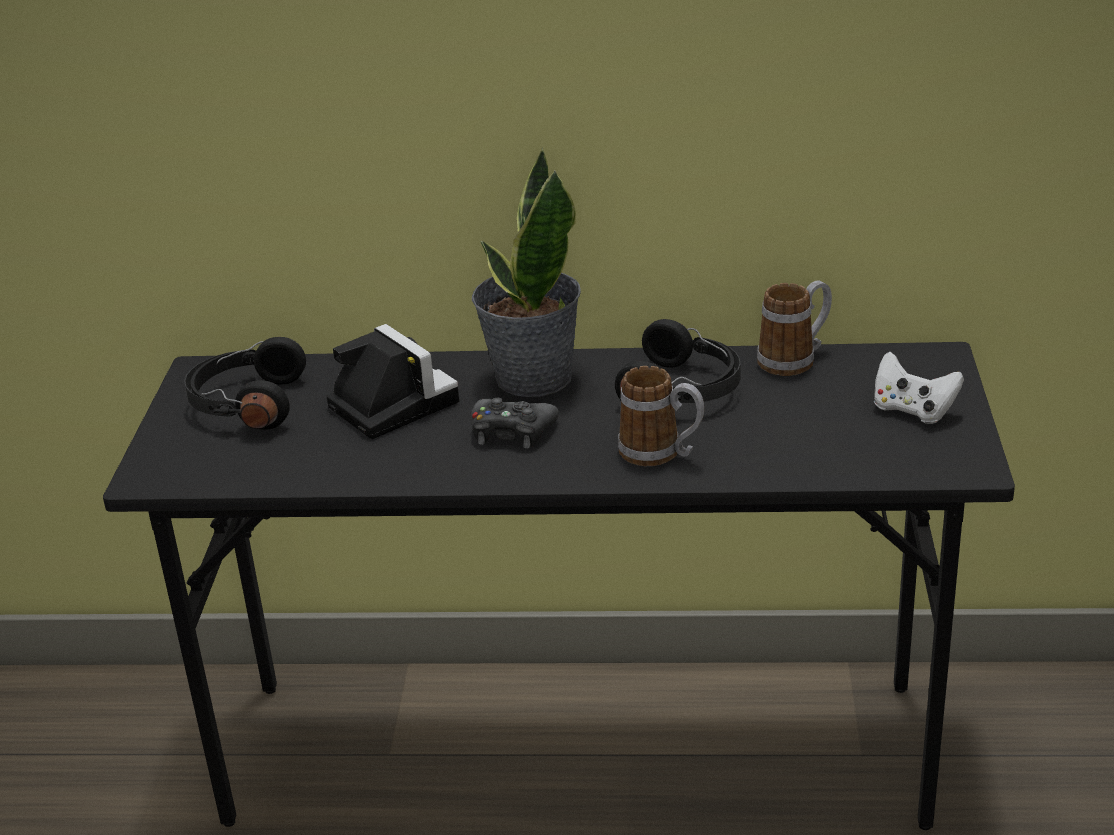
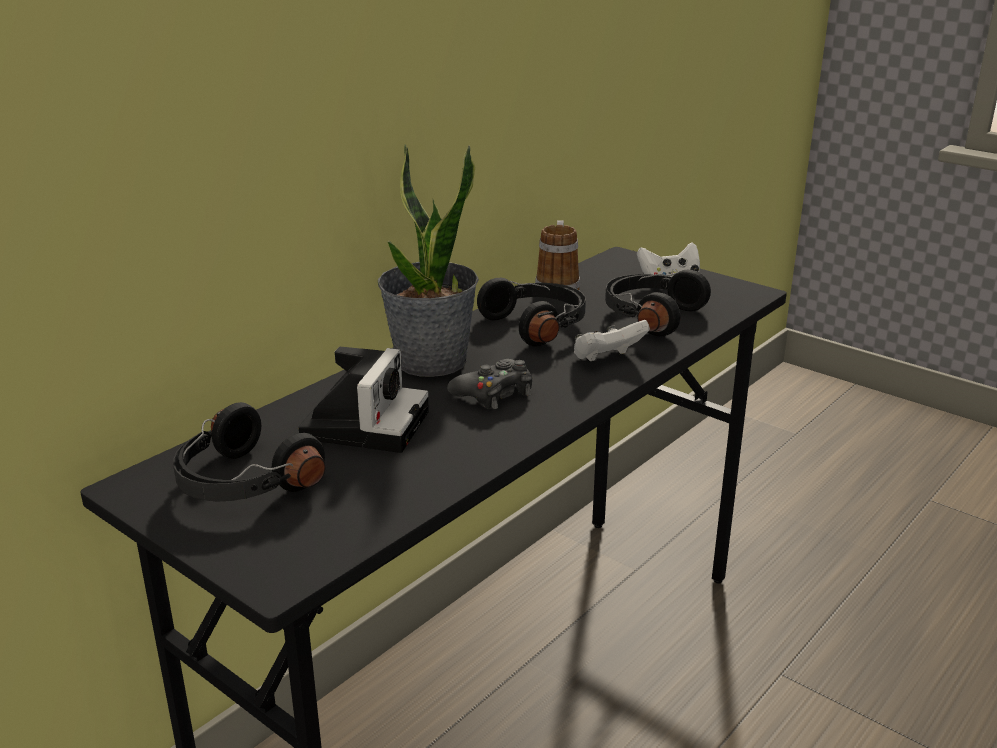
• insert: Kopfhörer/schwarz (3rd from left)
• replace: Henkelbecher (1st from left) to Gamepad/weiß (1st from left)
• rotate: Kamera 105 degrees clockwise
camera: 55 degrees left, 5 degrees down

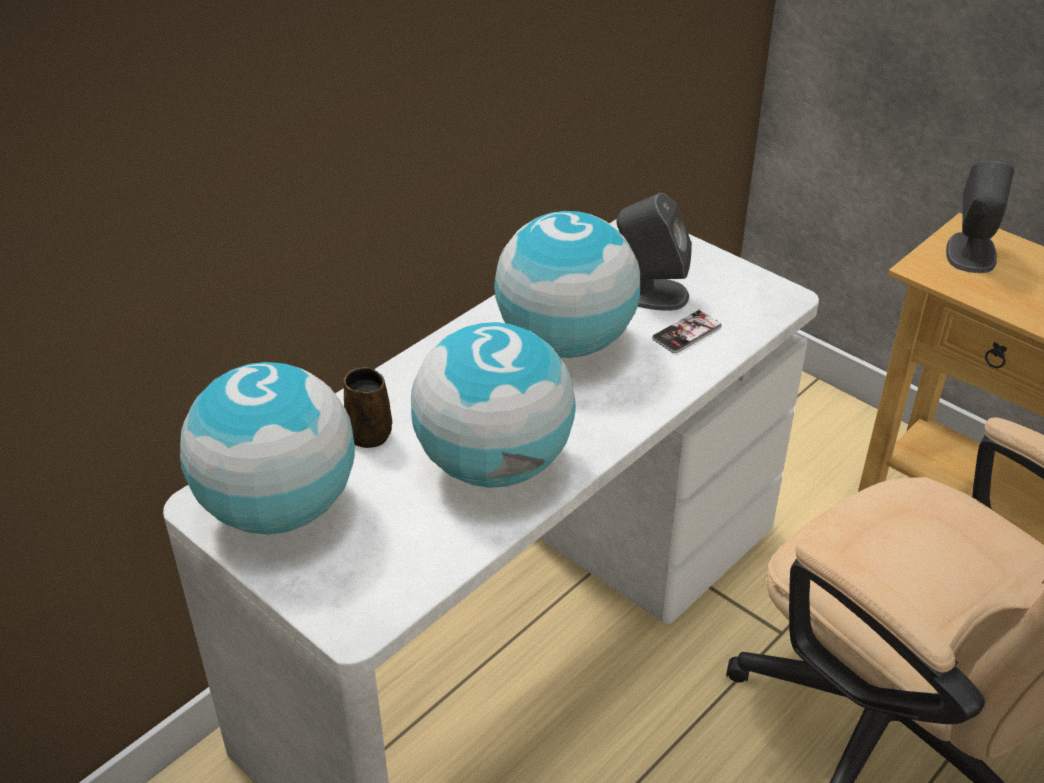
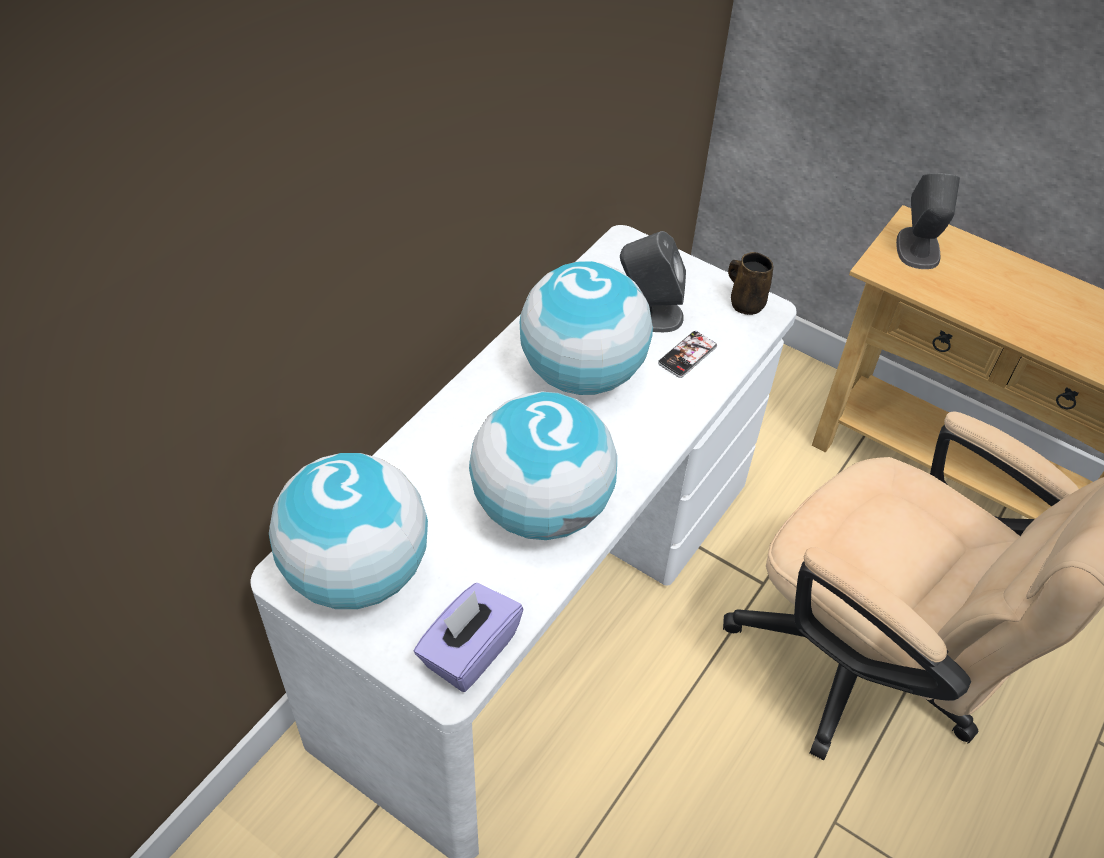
• insert: Taschentuchbox/lila
• move: Henkelbecher/braun
camera: 10 degrees left, 10 degrees up

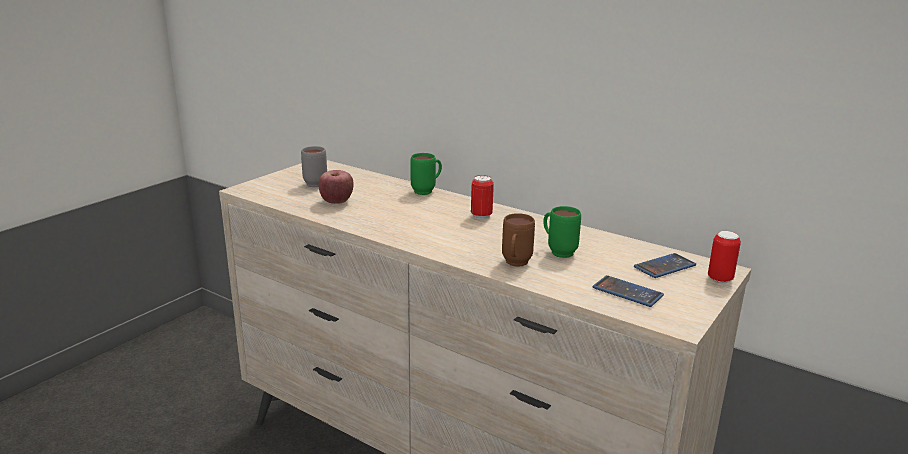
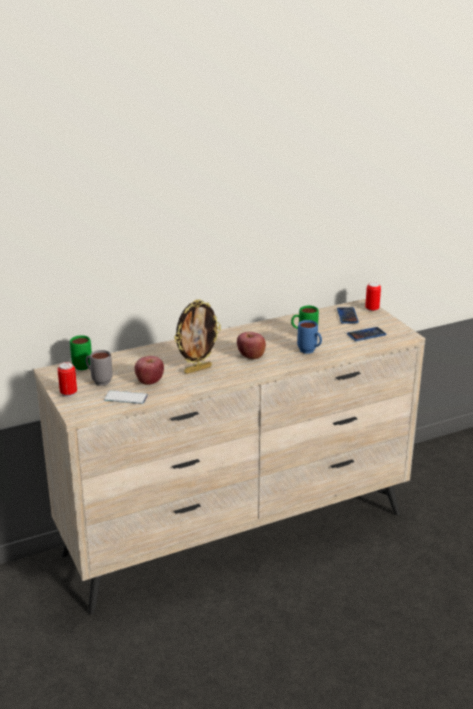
• insert: Handy (1st from left)
• insert: Bilderrahmen
• insert: Apfel (2nd from left)
• move: Henkelbecher/grün (1st from left)
• move: Dose (1st from left)
• recolor: Henkelbecher/braun to Henkelbecher/blau
camera: 60 degrees left, 5 degrees up

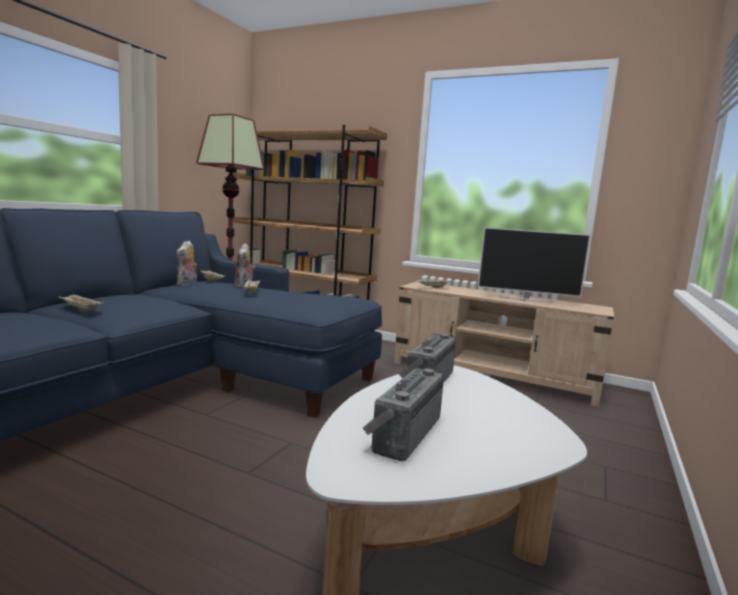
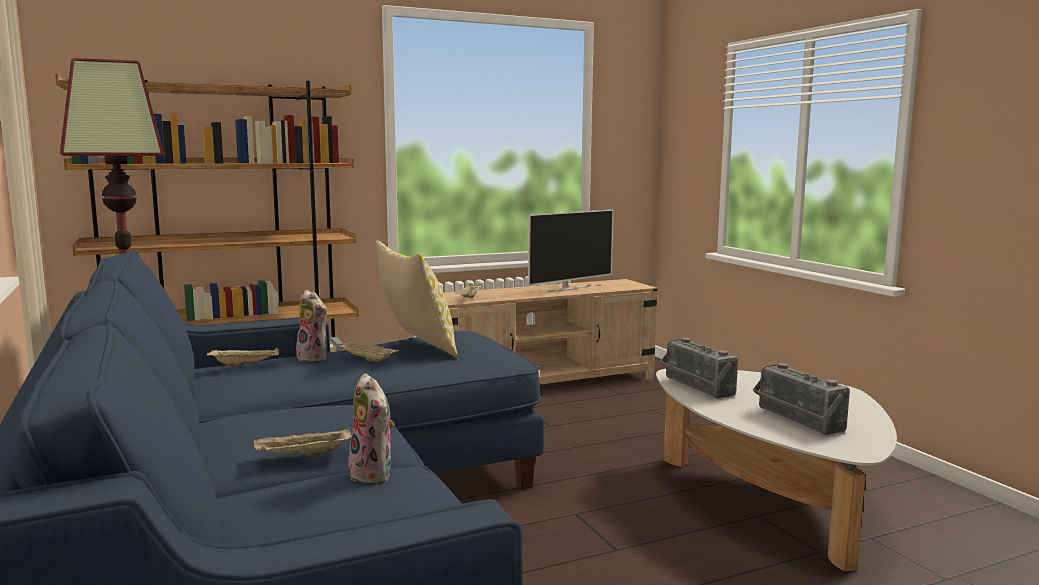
• insert: Kissen
• move: Plüschtier (1st from left in the first image) to Plüschtier (2nd from left)
camera: 50 degrees left, 0 degrees up

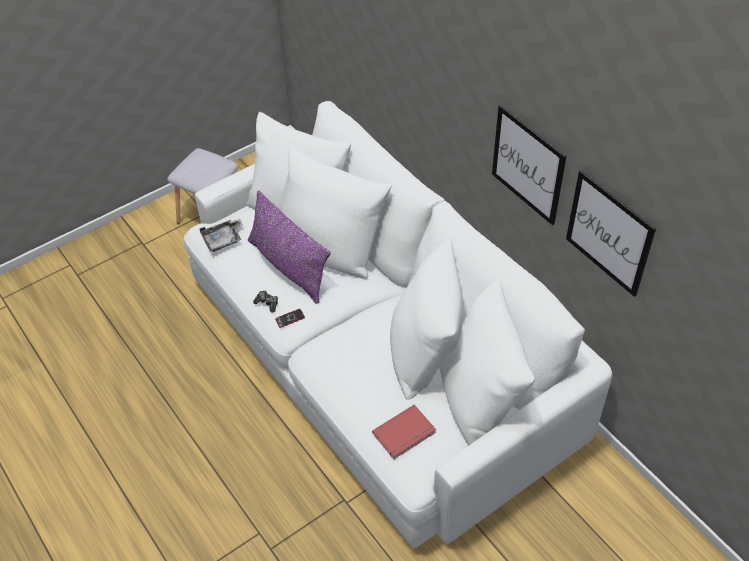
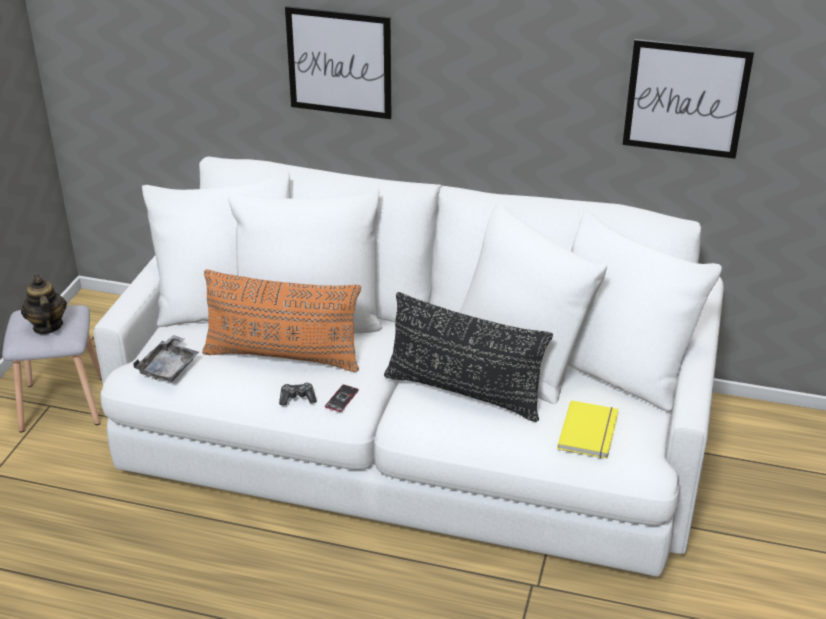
• insert: Teekanne
• insert: Kissen/schwarz
• move: Bild (1st from left)
• recolor: Kissen/lila to Kissen/orange
• recolor: Buch/rot to Buch/gelb
camera: 40 degrees left, 15 degrees down

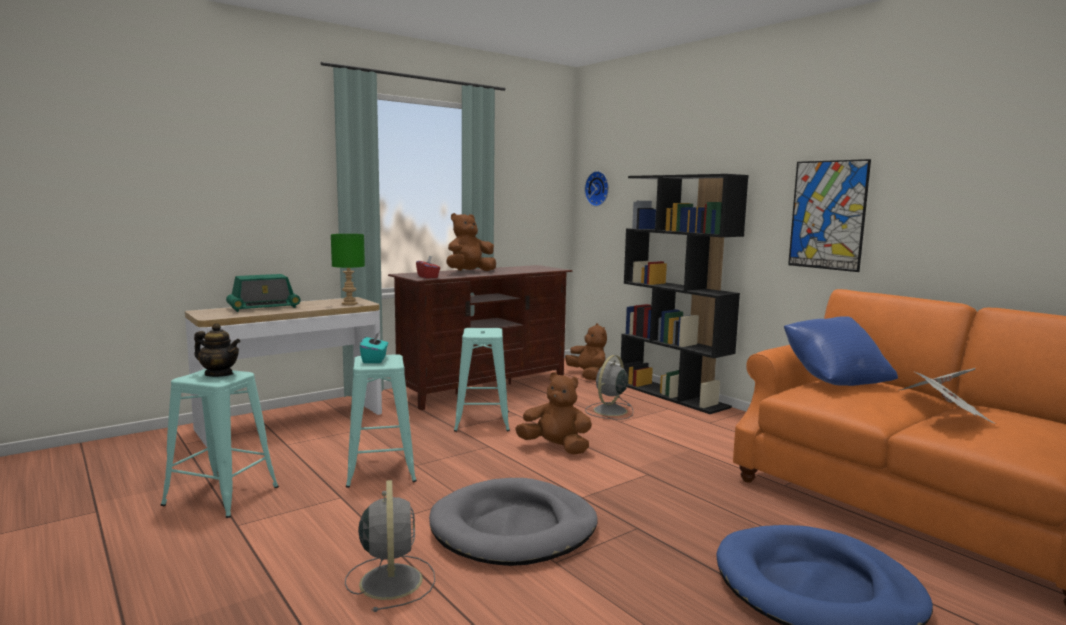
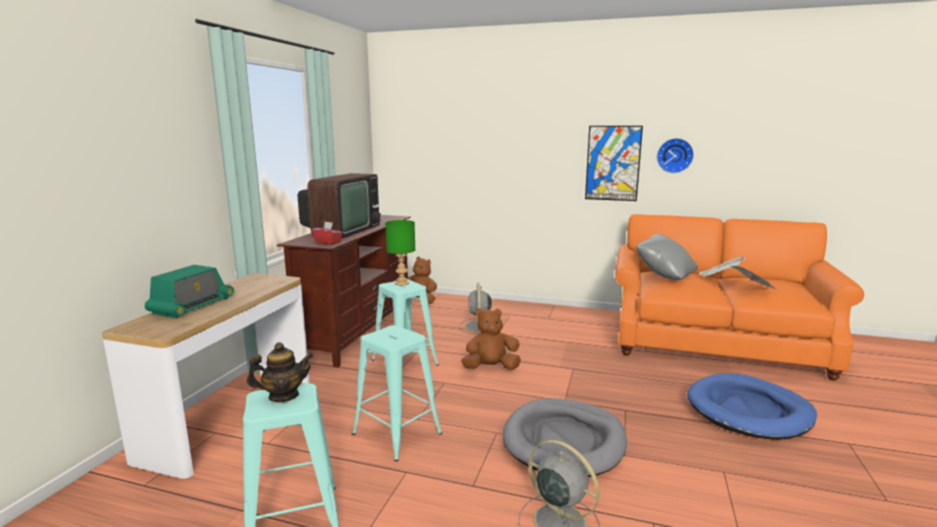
• delete: Taschentuchbox/türkis
• delete: Bücherregal/schwarz
• move: Tischlampe/grün
• move: Wanduhr
• replace: Plüschtier/braun (1st from left) to Fernseher
• recolor: Kissen/blau to Kissen/grau
camera: 35 degrees left, 5 degrees up

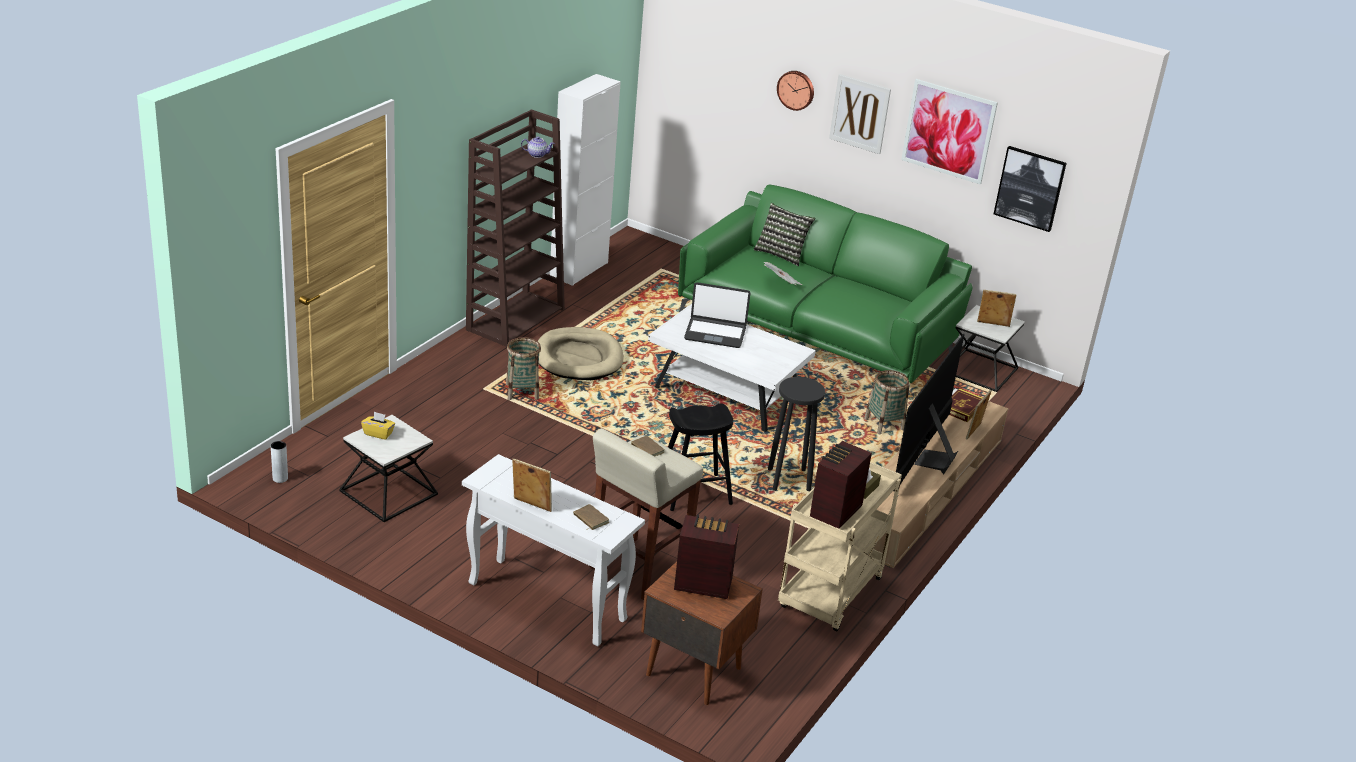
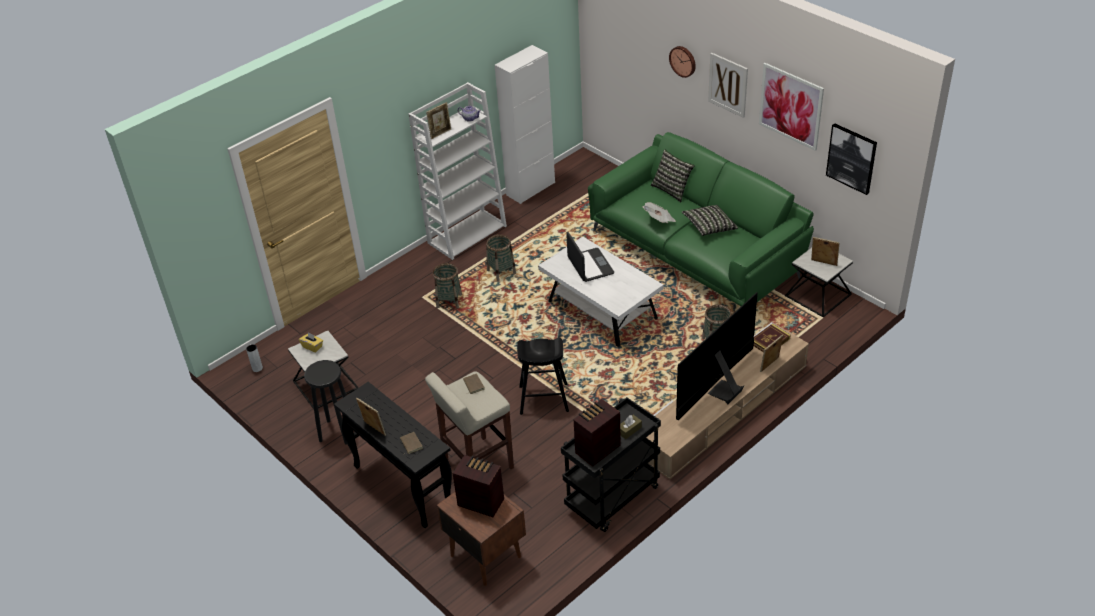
• insert: Bilderrahmen (2nd from left)
• insert: Kissen (2nd from left)
• move: Hocker/schwarz (2nd from left in the first image) to Hocker/schwarz (1st from left)
• replace: Hundebett/beige to Korb (2nd from left)
• recolor: Konsolentisch/weiß to Konsolentisch/schwarz
• recolor: Bücherregal/braun to Bücherregal/weiß
• recolor: Rollwagen/beige to Rollwagen/schwarz
• rotate: Laptop 135 degrees counterclockwise
camera: 20 degrees right, 10 degrees up

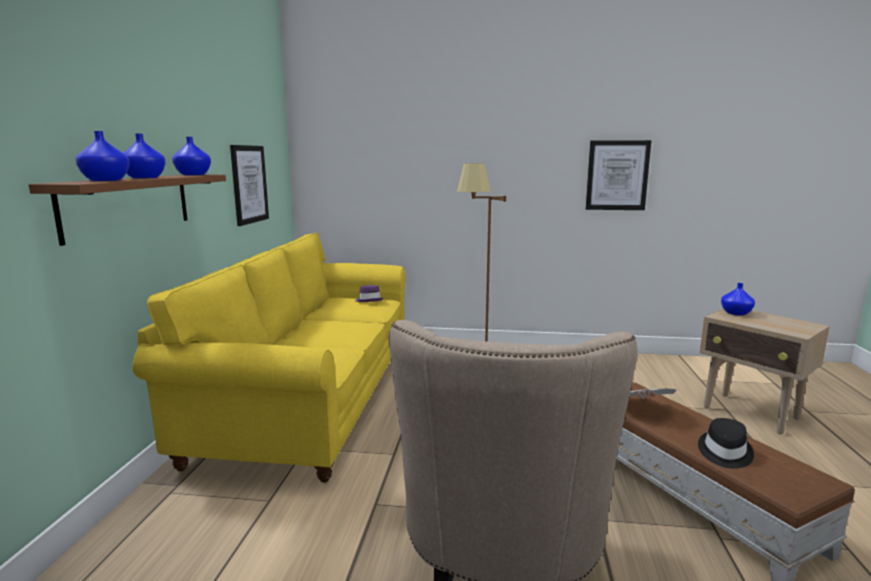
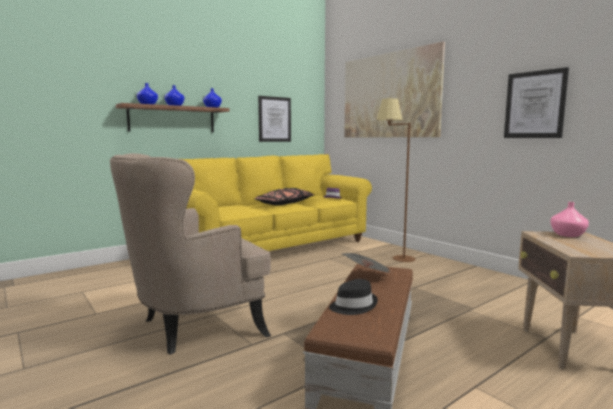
• insert: Kissen/schwarz
• insert: Bild (2nd from left)
• recolor: Vase/blau (4th from left) to Vase/rosa
camera: 45 degrees right, 5 degrees down

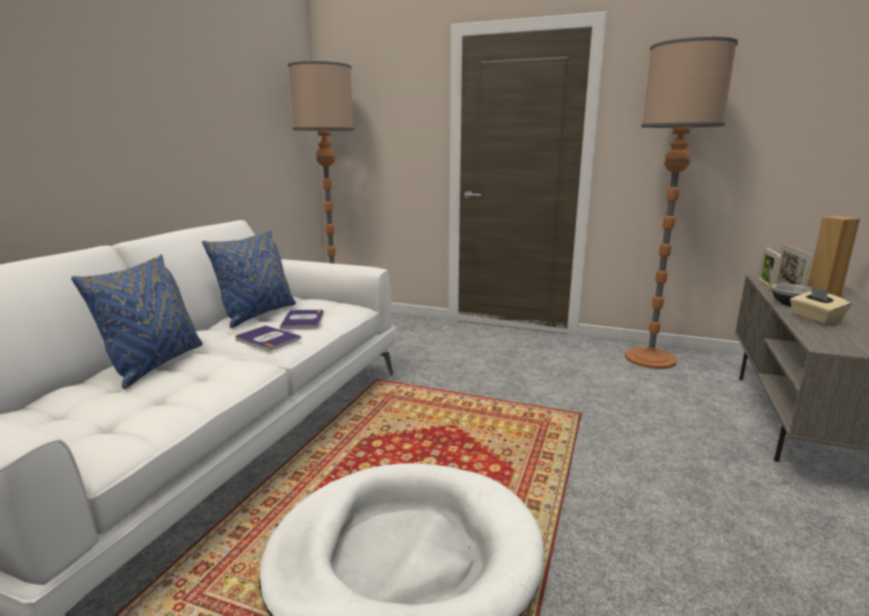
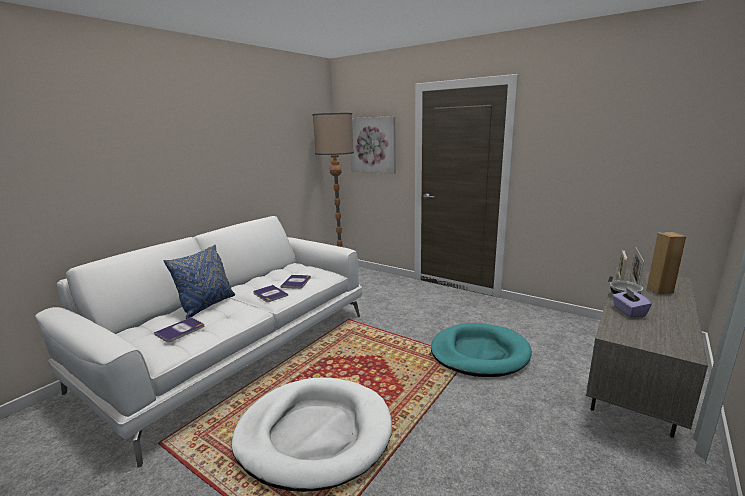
• delete: Kissen/blau (2nd from left)
• delete: Stehlampe (2nd from left)
• insert: Buch (1st from left)
• insert: Bild
• insert: Hundebett/türkis
• recolor: Taschentuchbox/beige to Taschentuchbox/lila
camera: 15 degrees right, 0 degrees up

